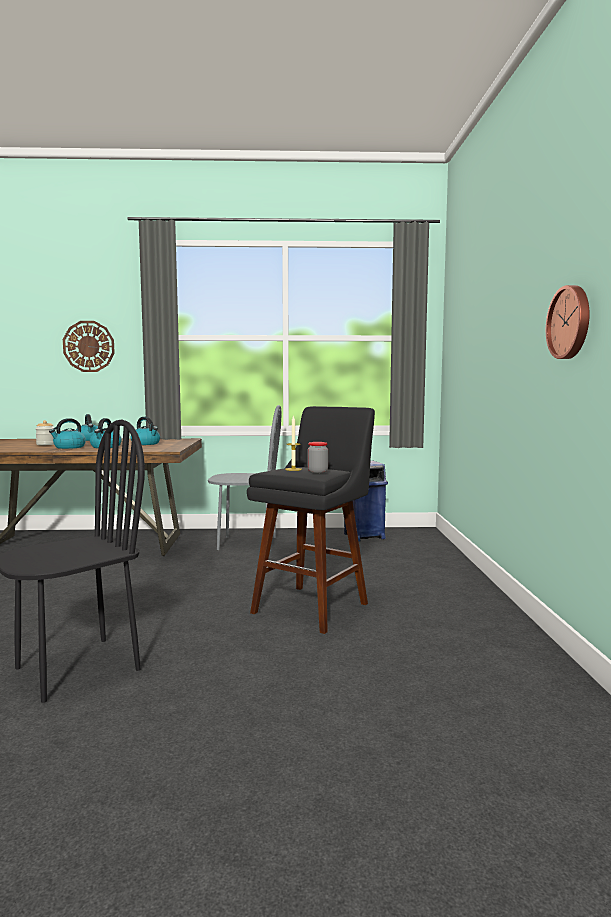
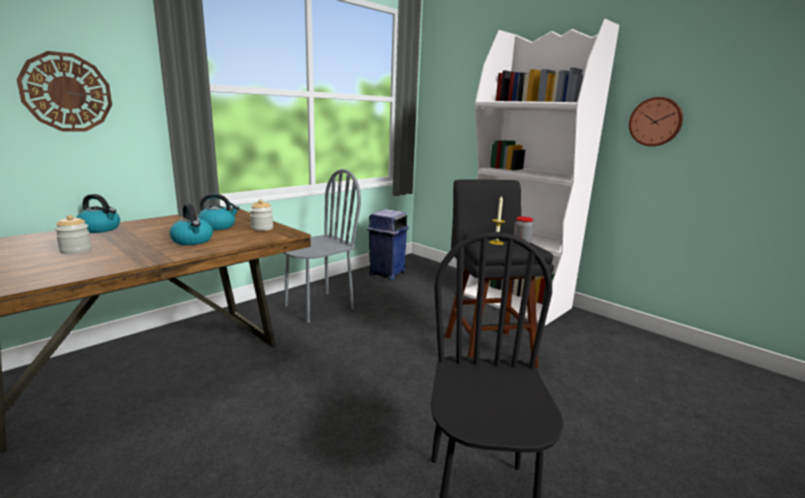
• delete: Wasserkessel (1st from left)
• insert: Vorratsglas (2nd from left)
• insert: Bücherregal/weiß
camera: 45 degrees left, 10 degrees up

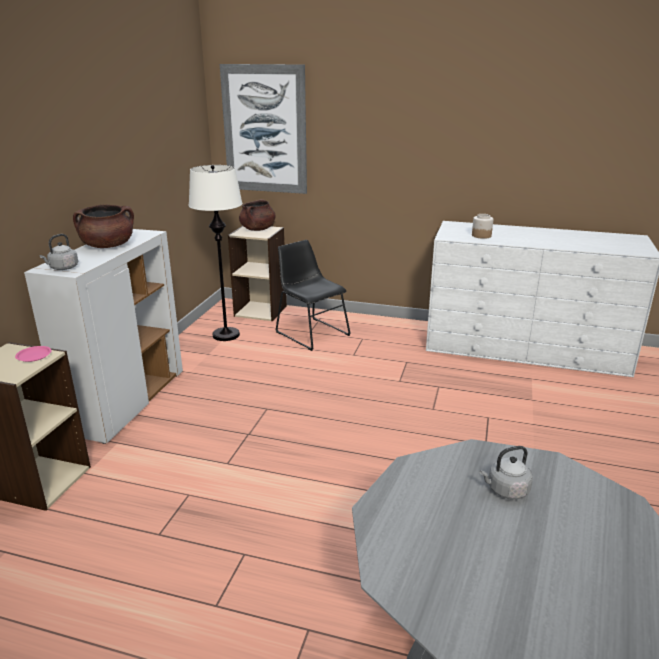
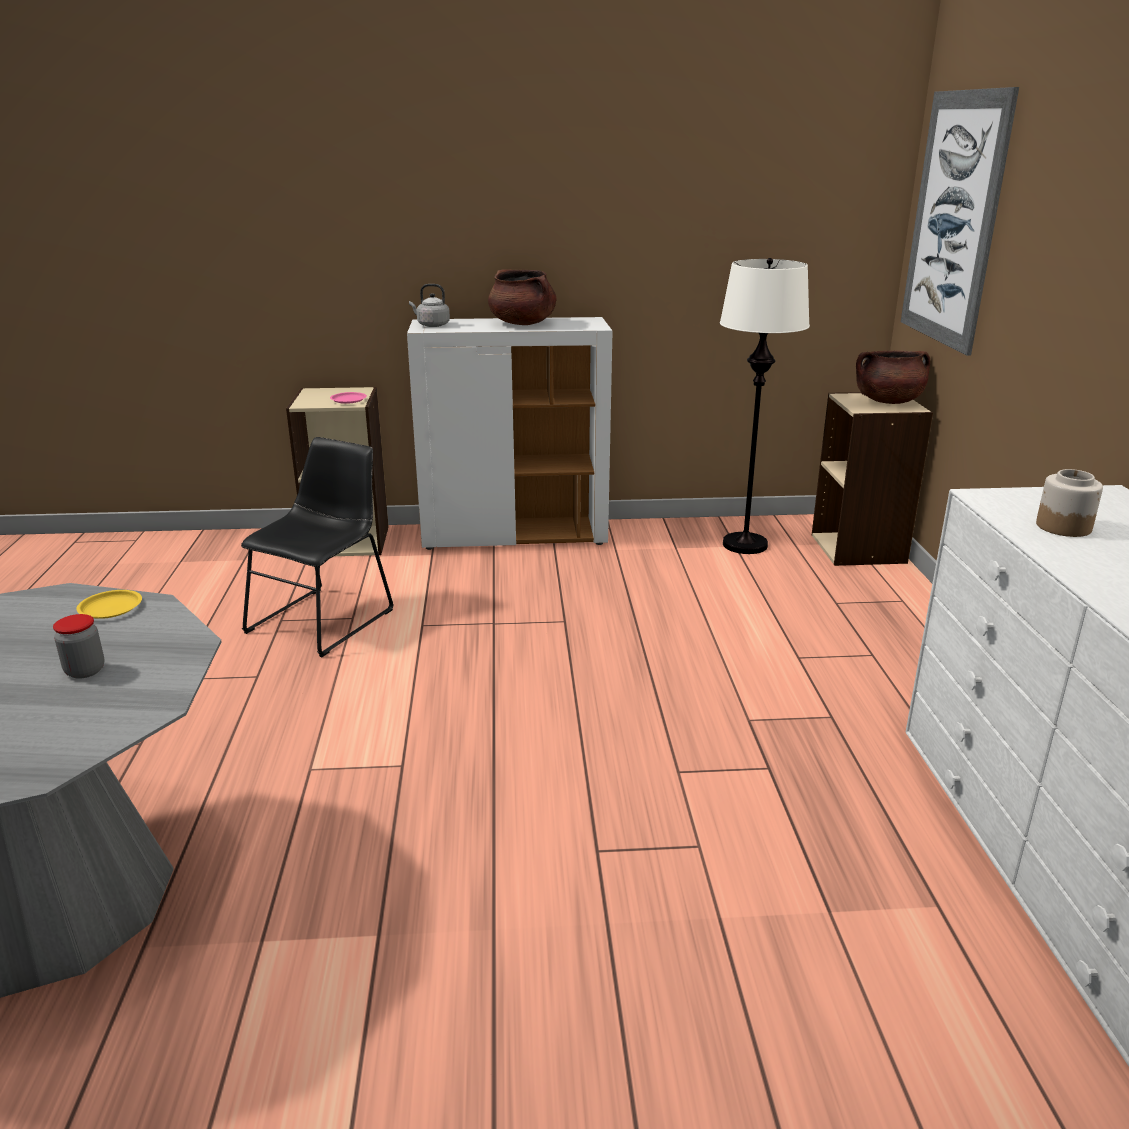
• insert: Teller/gelb
• move: Stuhl/schwarz
• replace: Wasserkessel/grau (2nd from left) to Vorratsglas (1st from left)
camera: 70 degrees right, 0 degrees up

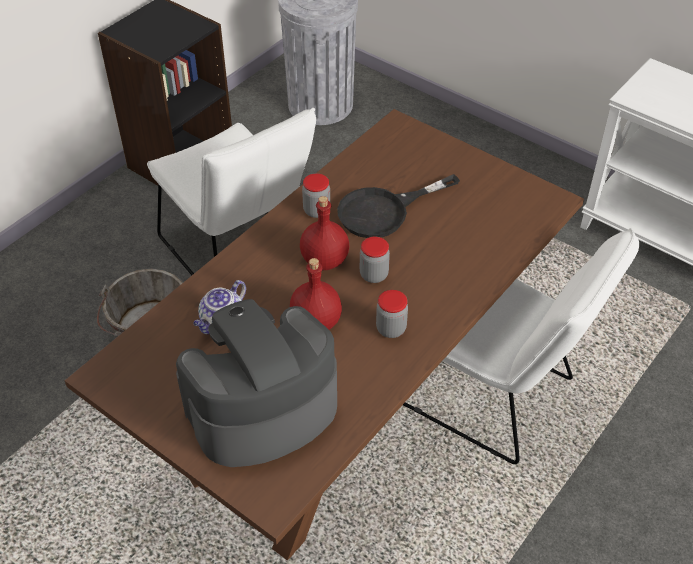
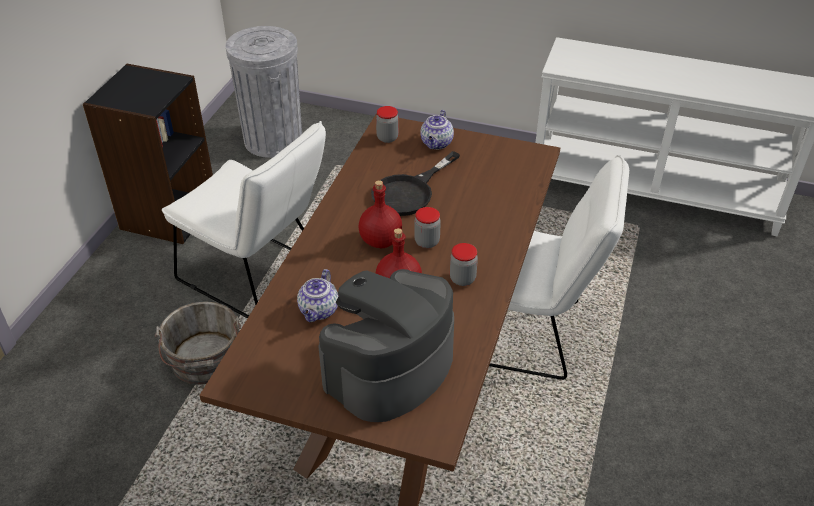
• insert: Teekanne (2nd from left)
• move: Vorratsglas (1st from left)
camera: 20 degrees left, 5 degrees down

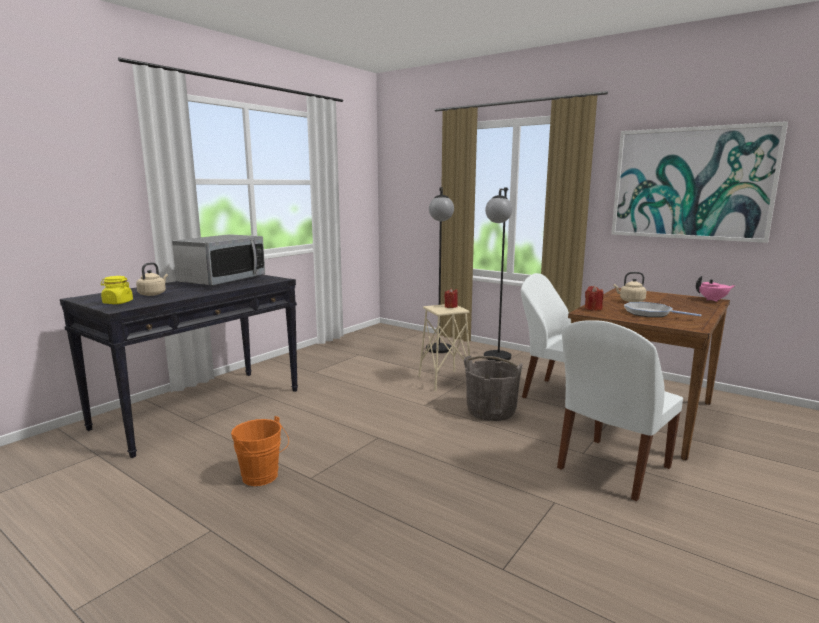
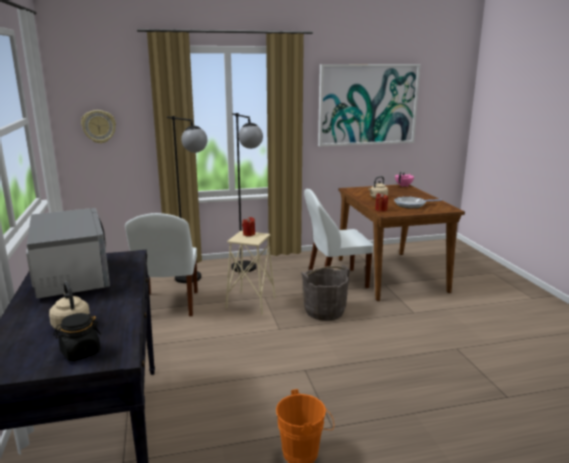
• insert: Wanduhr
• move: Stuhl/weiß (2nd from left in the first image) to Stuhl/weiß (1st from left)
• recolor: Vorratsglas/gelb to Vorratsglas/schwarz
camera: 50 degrees left, 5 degrees up

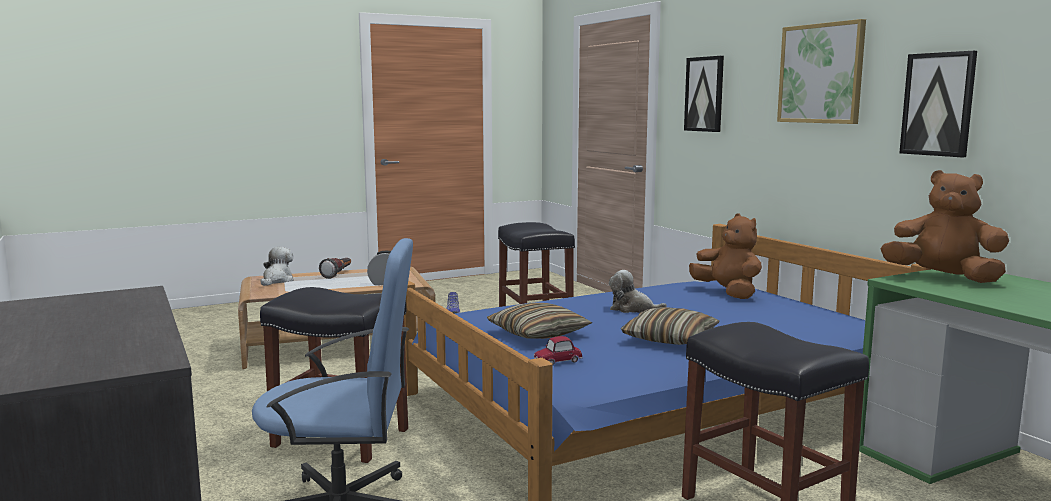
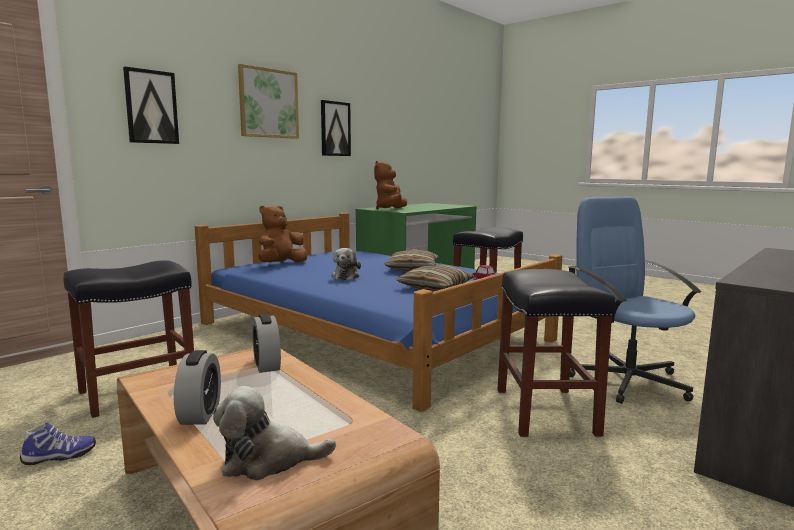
• replace: Taschenlampe to Wecker (1st from left)
camera: 110 degrees left, 0 degrees up

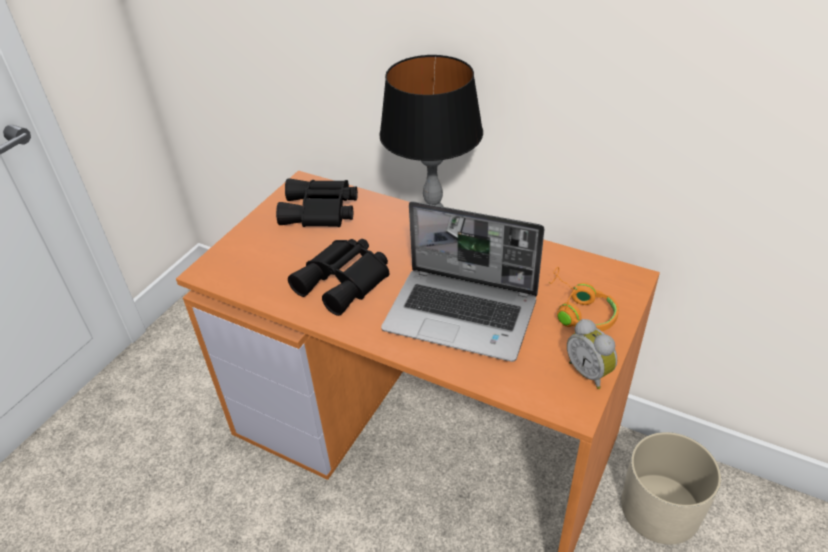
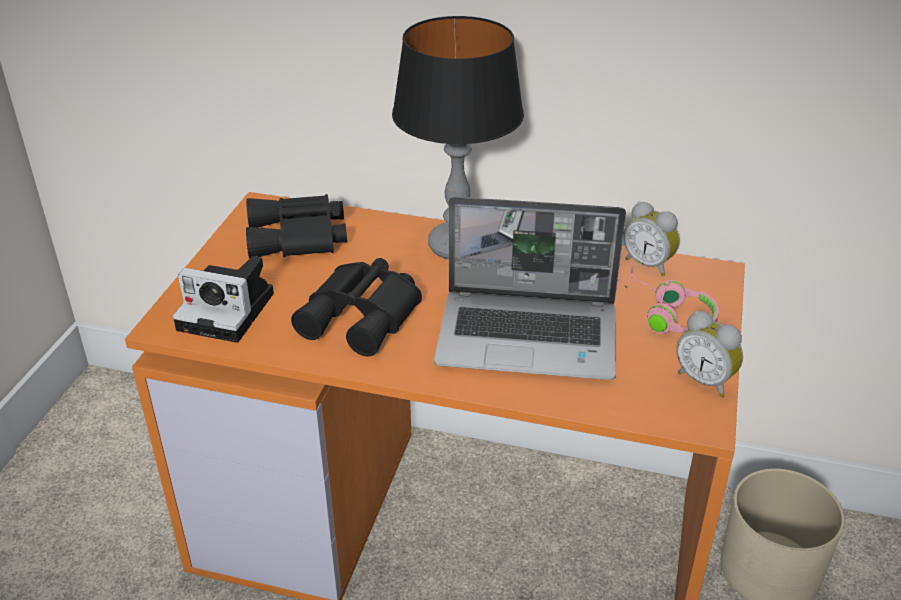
• insert: Kamera
• insert: Wecker (1st from left)
• recolor: Kopfhörer/orange to Kopfhörer/rosa
camera: 15 degrees left, 5 degrees down

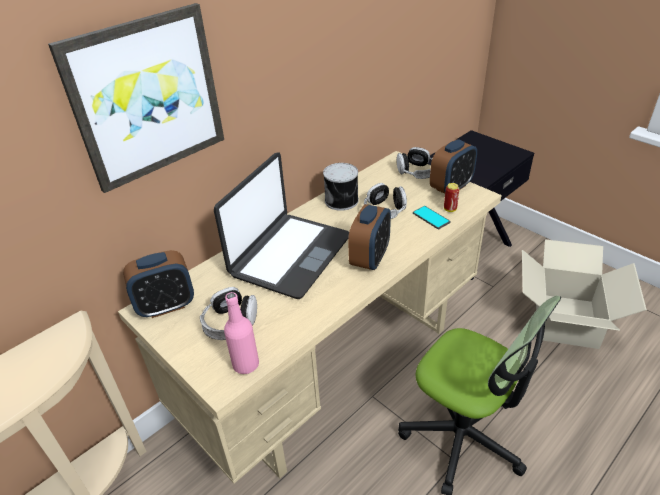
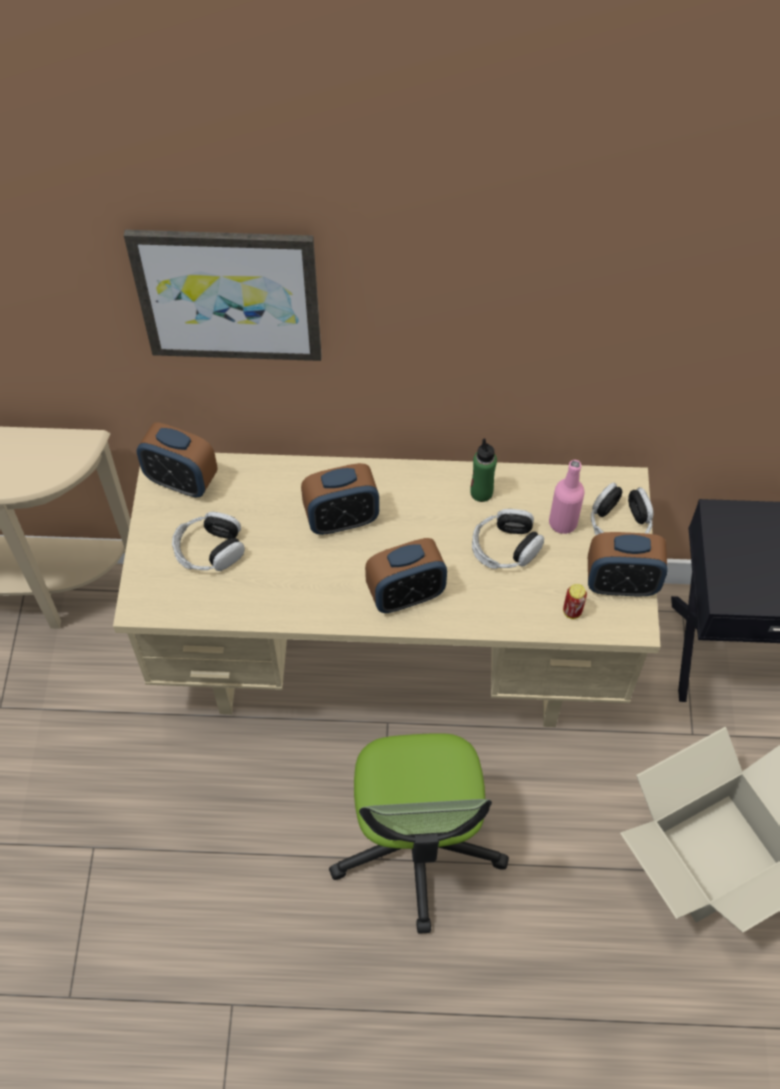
• delete: Handy
• move: Flasche/rosa
• replace: Laptop to Wecker (2nd from left)
• replace: Dose (1st from left) to Flasche/grün
camera: 45 degrees right, 20 degrees up

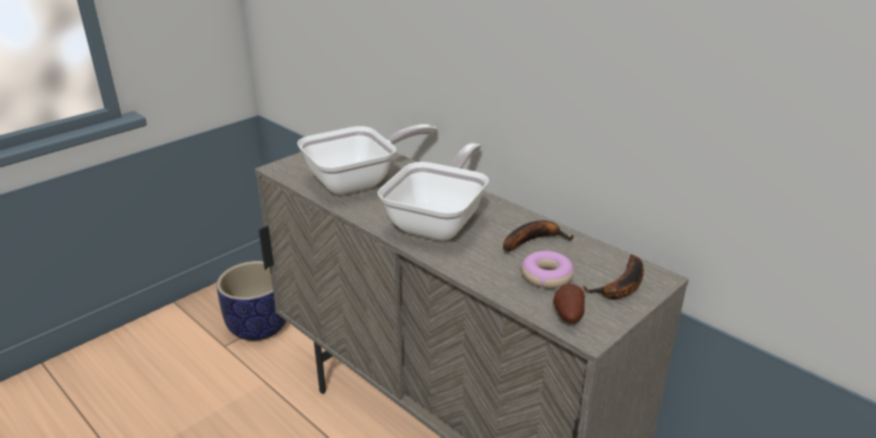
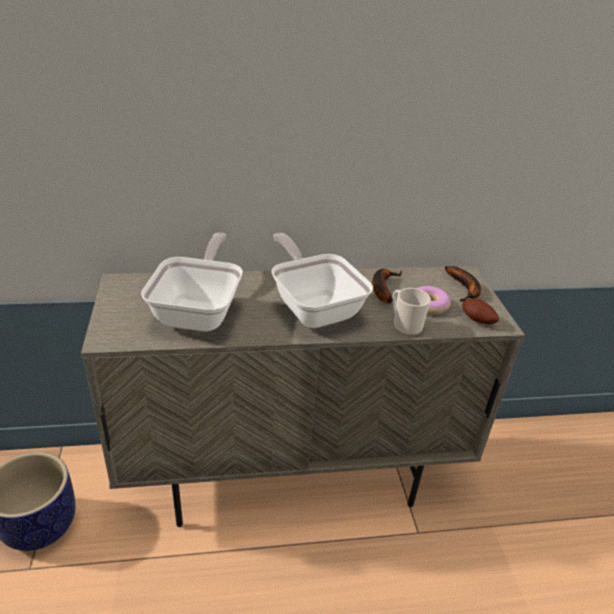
• insert: Henkelbecher
camera: 55 degrees left, 5 degrees up

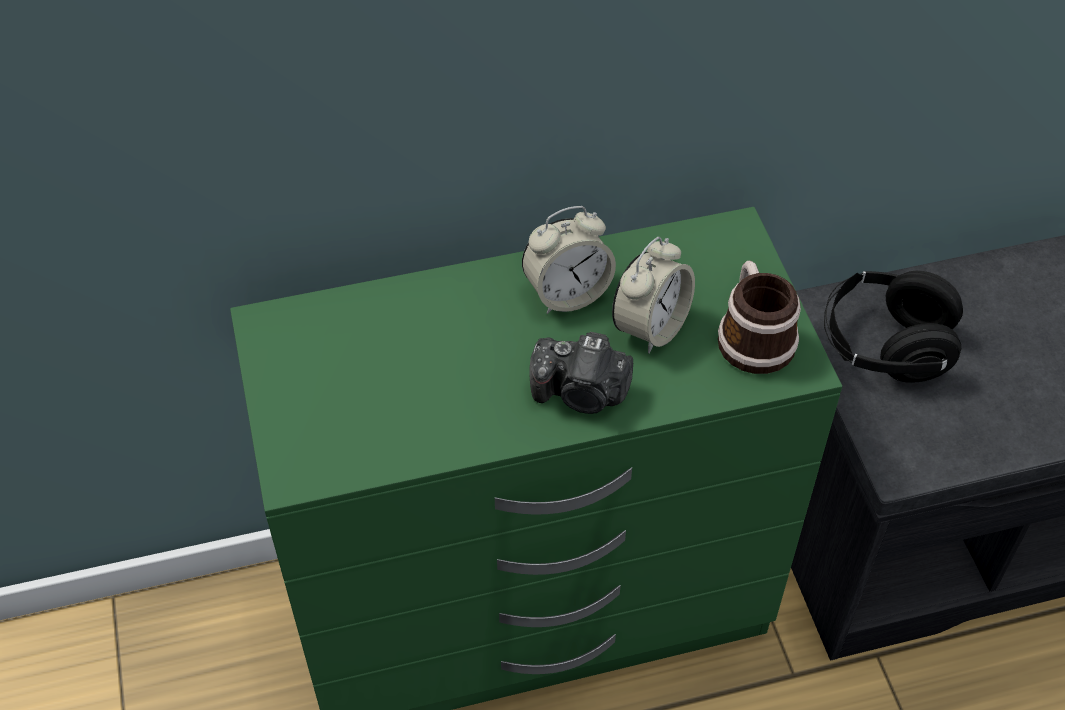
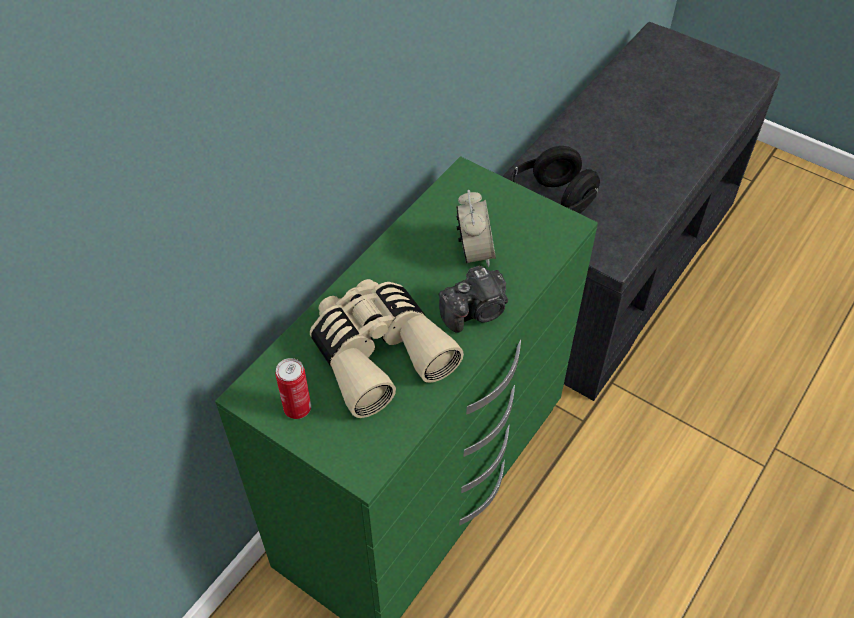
• delete: Wecker (1st from left)
• delete: Henkelbecher
• insert: Dose
• insert: Fernglas/beige
camera: 40 degrees left, 0 degrees up

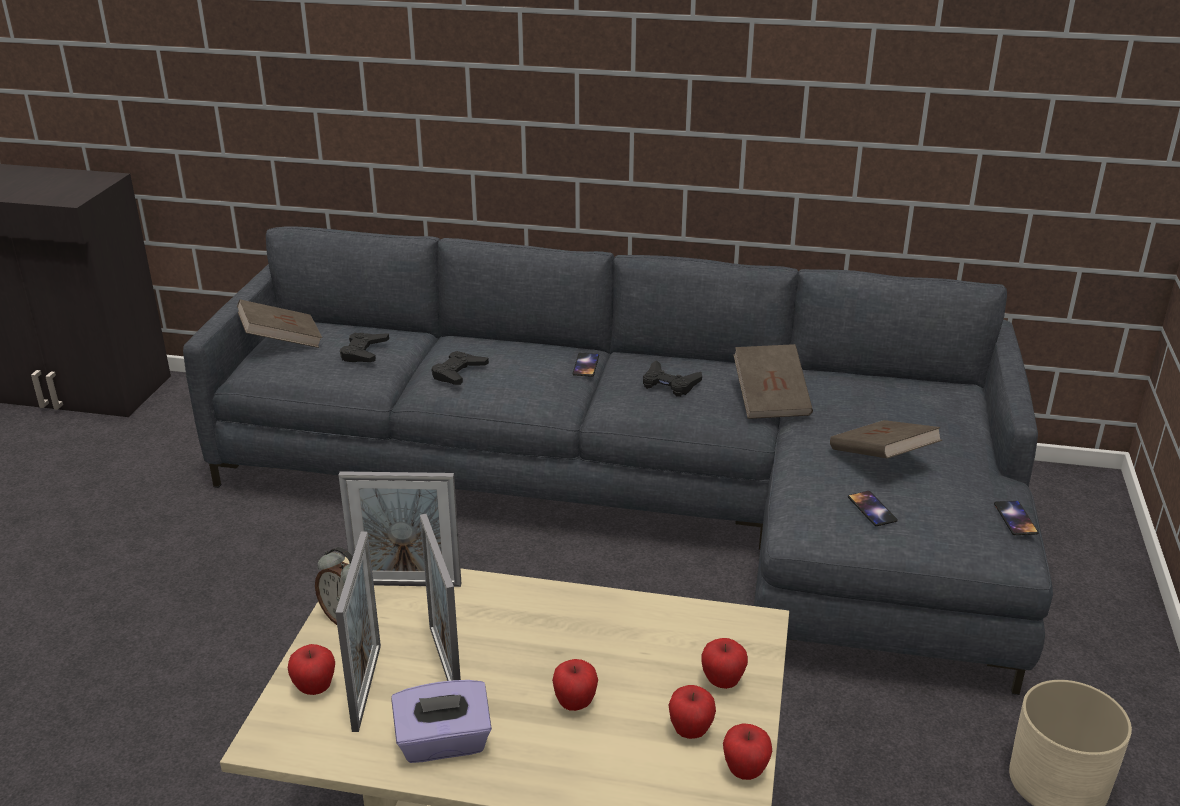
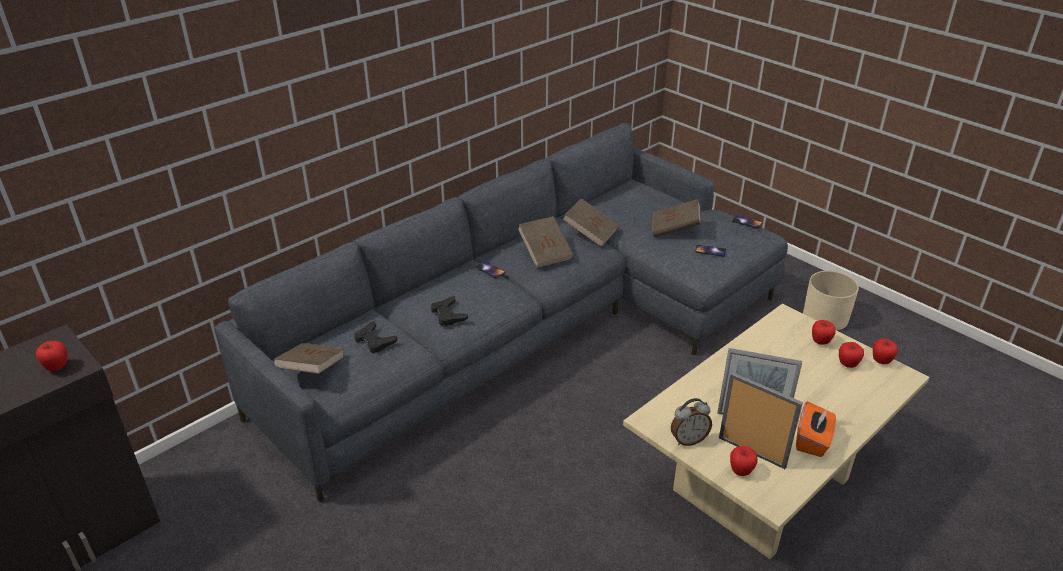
• delete: Bilderrahmen (2nd from left)
• move: Apfel (2nd from left in the first image) to Apfel (1st from left)
• replace: Gamepad/schwarz (3rd from left) to Buch/braun (2nd from left)
• recolor: Taschentuchbox/lila to Taschentuchbox/orange
camera: 55 degrees left, 5 degrees up

